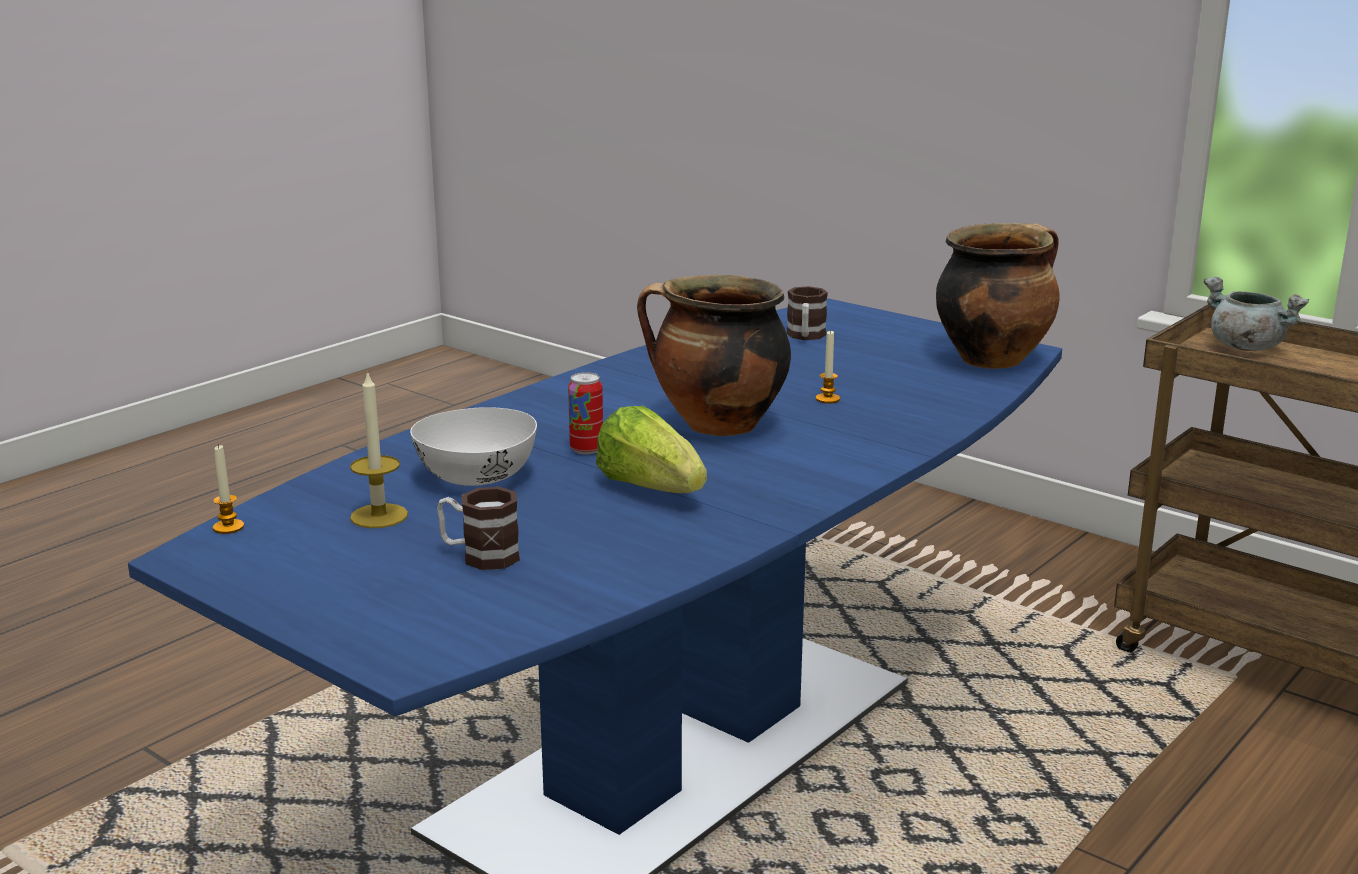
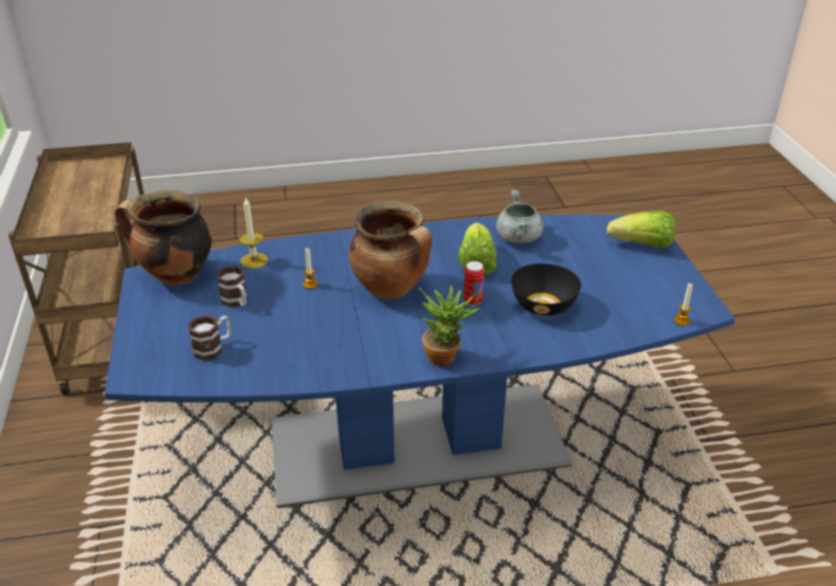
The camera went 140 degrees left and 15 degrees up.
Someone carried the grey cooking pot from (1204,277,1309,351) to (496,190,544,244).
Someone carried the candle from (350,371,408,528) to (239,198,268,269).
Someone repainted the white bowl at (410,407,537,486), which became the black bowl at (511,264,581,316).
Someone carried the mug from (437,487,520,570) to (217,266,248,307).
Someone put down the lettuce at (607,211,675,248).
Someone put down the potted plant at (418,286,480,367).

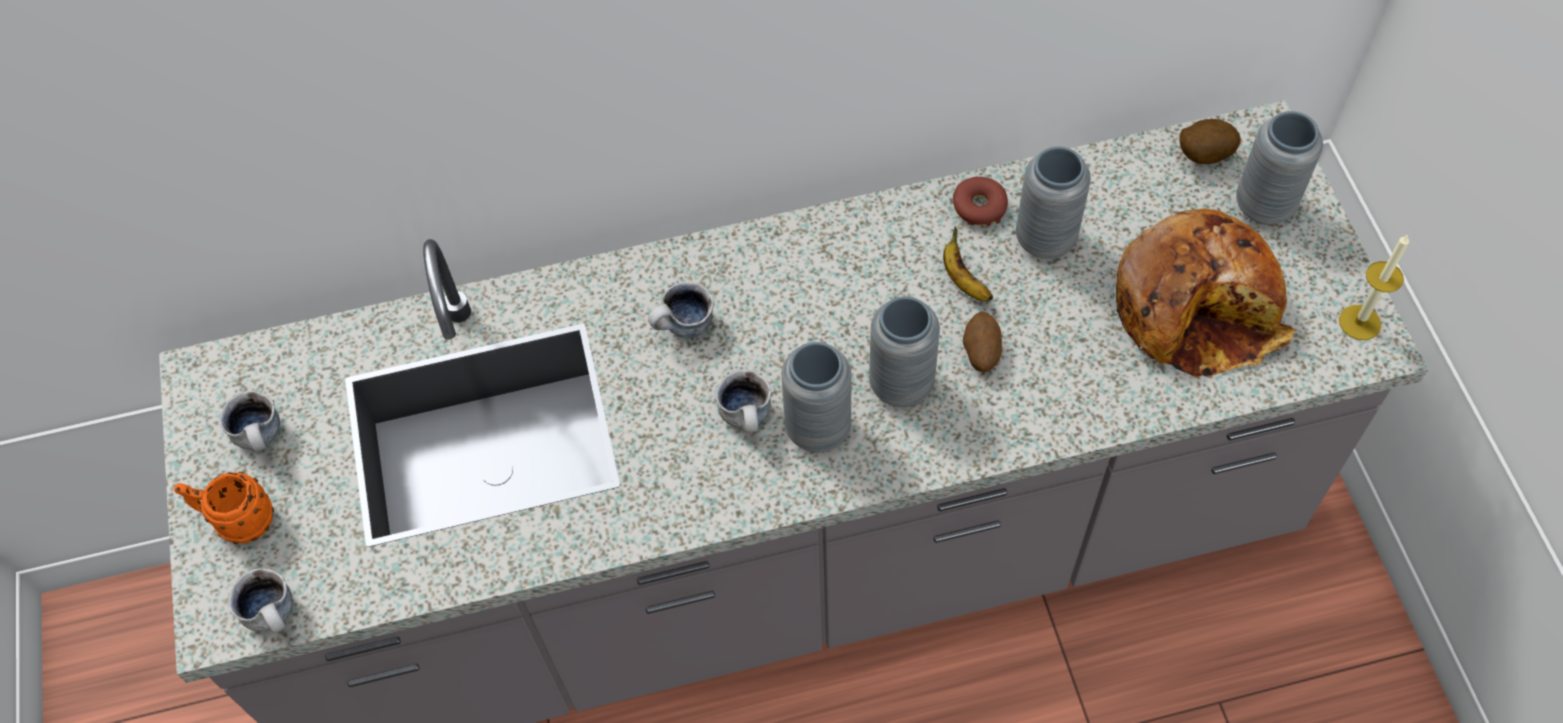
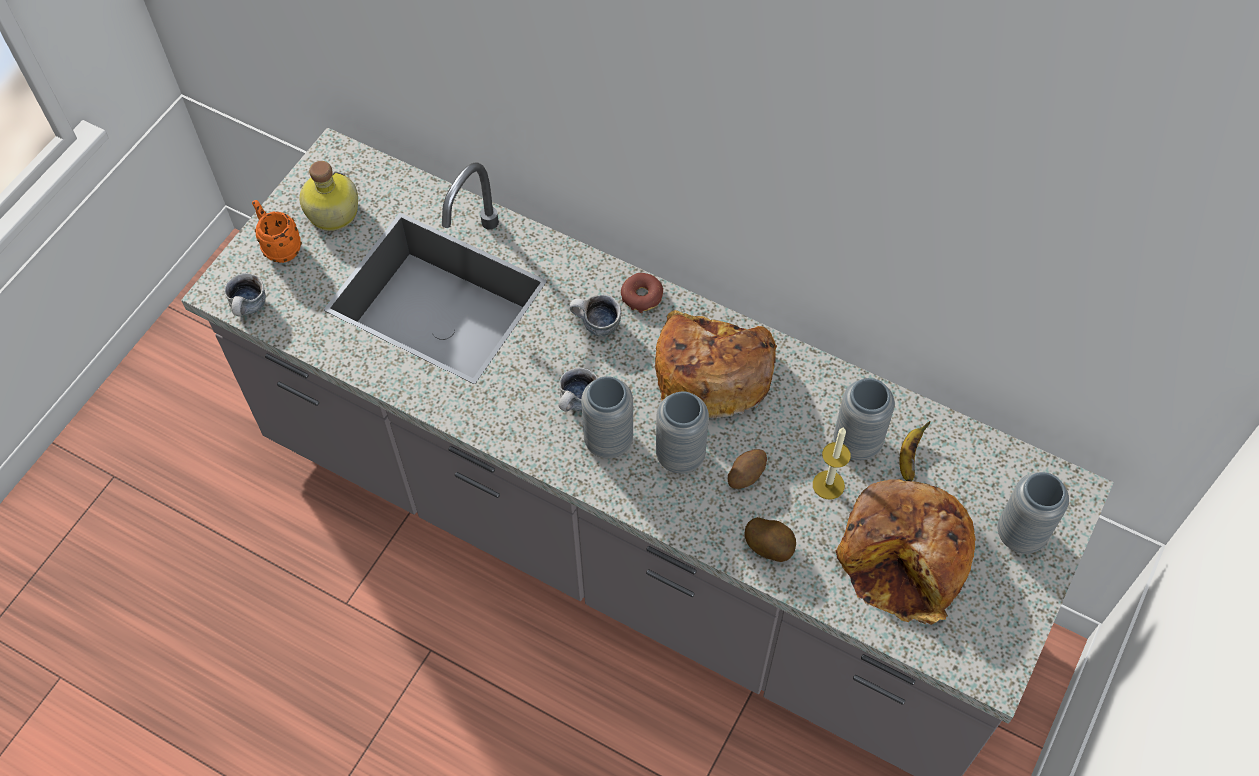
The camera went 40 degrees right and 0 degrees up.
Someone carried the potato from (1179,119,1241,164) to (744,517,796,562).
Someone carried the donut from (953,177,1008,226) to (621,273,663,313).
Someone carried the banana from (943,226,993,301) to (899,421,930,482).
Someone carried the candle from (1339,235,1409,340) to (813,427,851,499).
Someone swapped the mug at (219,391,280,451) for the bottle at (299,161,358,231).
Someone put down the bread at (655,310,777,418).

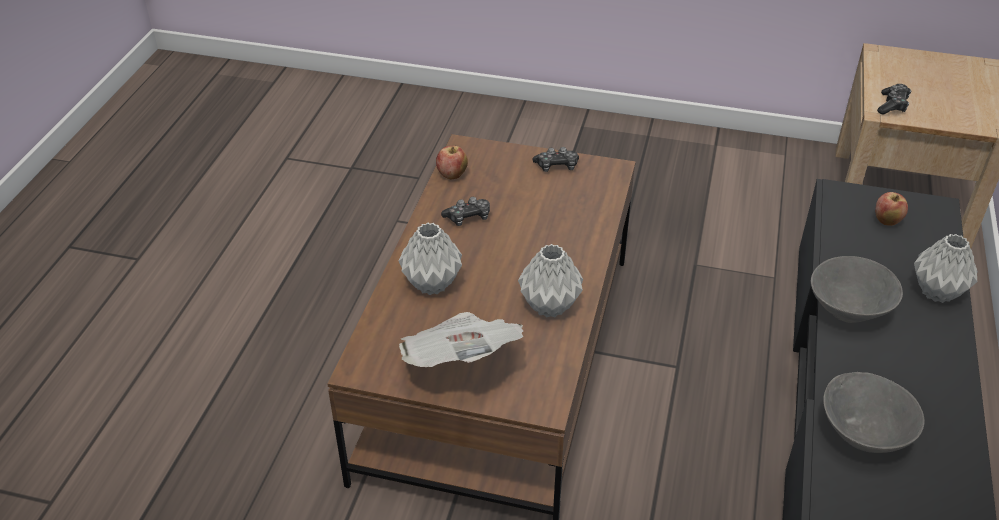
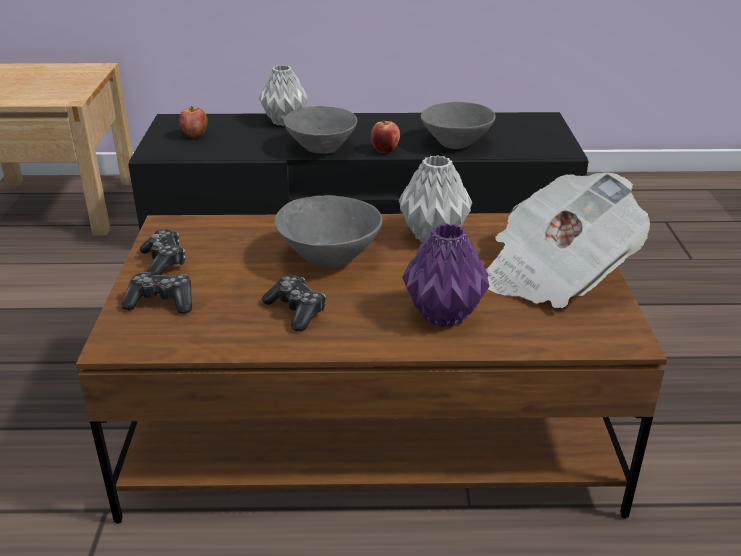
The camera went 105 degrees left and 10 degrees down.
Someone carried the game controller from (877,84,911,115) to (121,272,192,314).
Someone carried the apple from (436,146,468,179) to (371,120,400,153).
Someone repainted the grey vase at (399,223,462,295), which became the purple vase at (402,223,490,327).
Someone put down the grey bowl at (275,195,382,268).

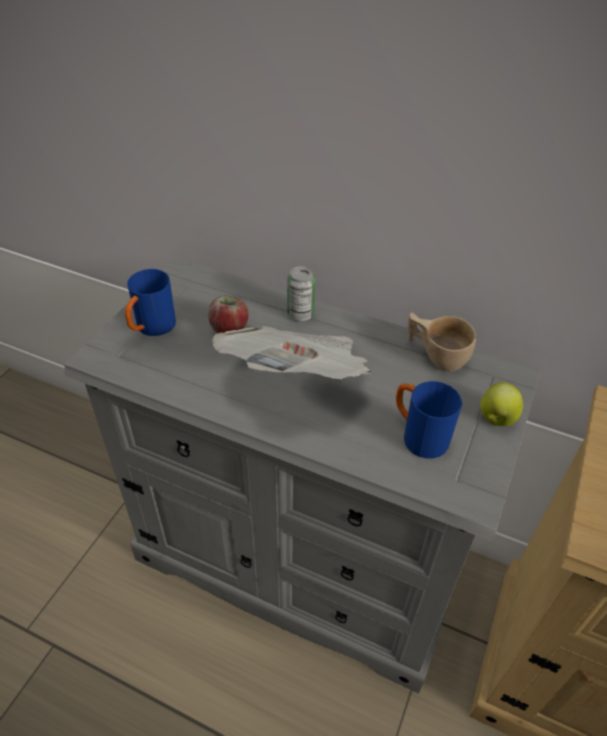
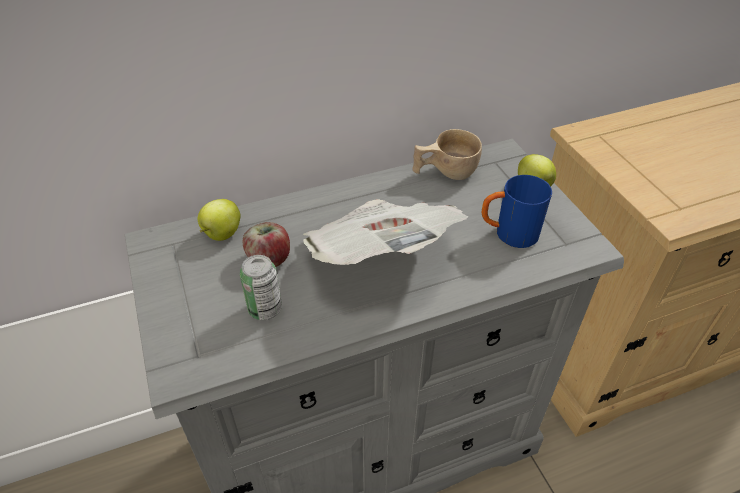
The camera went 45 degrees left and 0 degrees up.
Someone carried the can from (287,266,316,321) to (240,255,282,320).
Someone took away the blue mug at (125,269,176,336).
Someone put down the apple at (198,199,241,241).

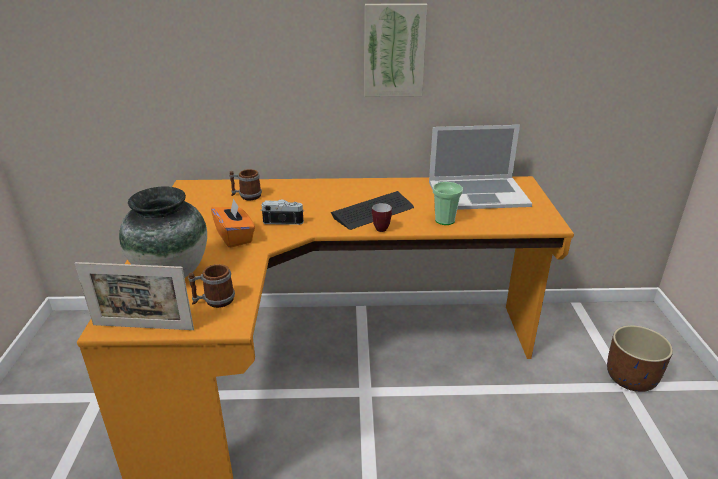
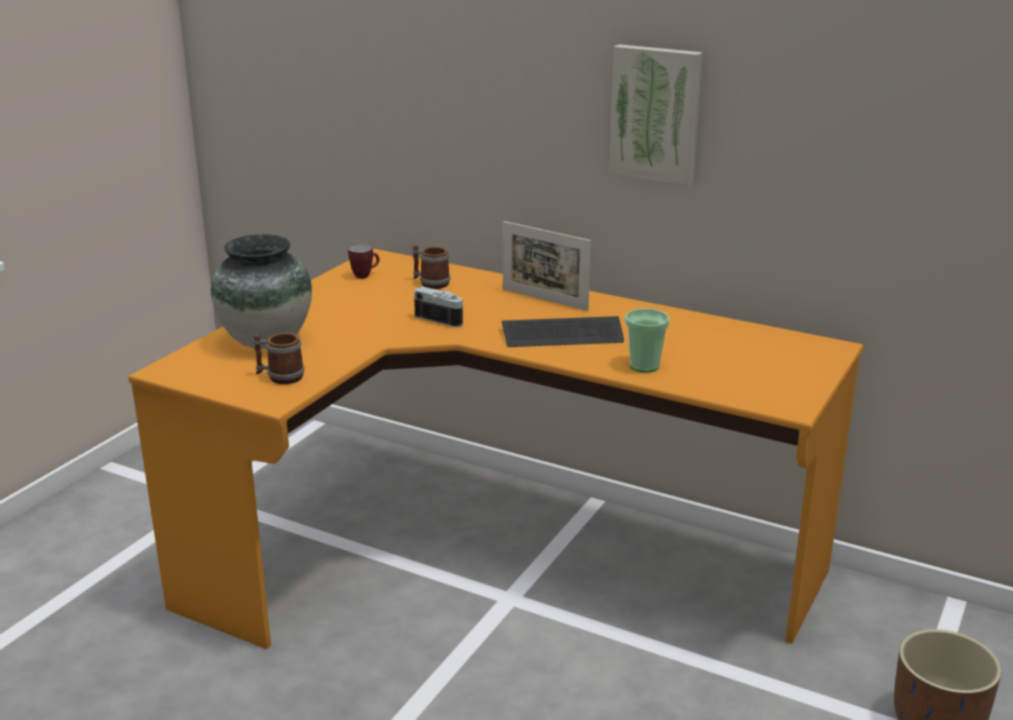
The camera went 30 degrees right and 5 degrees down.
Someone took away the laptop at (429,125,532,210).
Someone took away the orange tissue box at (211,198,255,248).
Someone carried the mug from (372,203,392,232) to (348,244,380,279).
Someone carried the picture frame from (75,262,194,330) to (503,221,591,311).

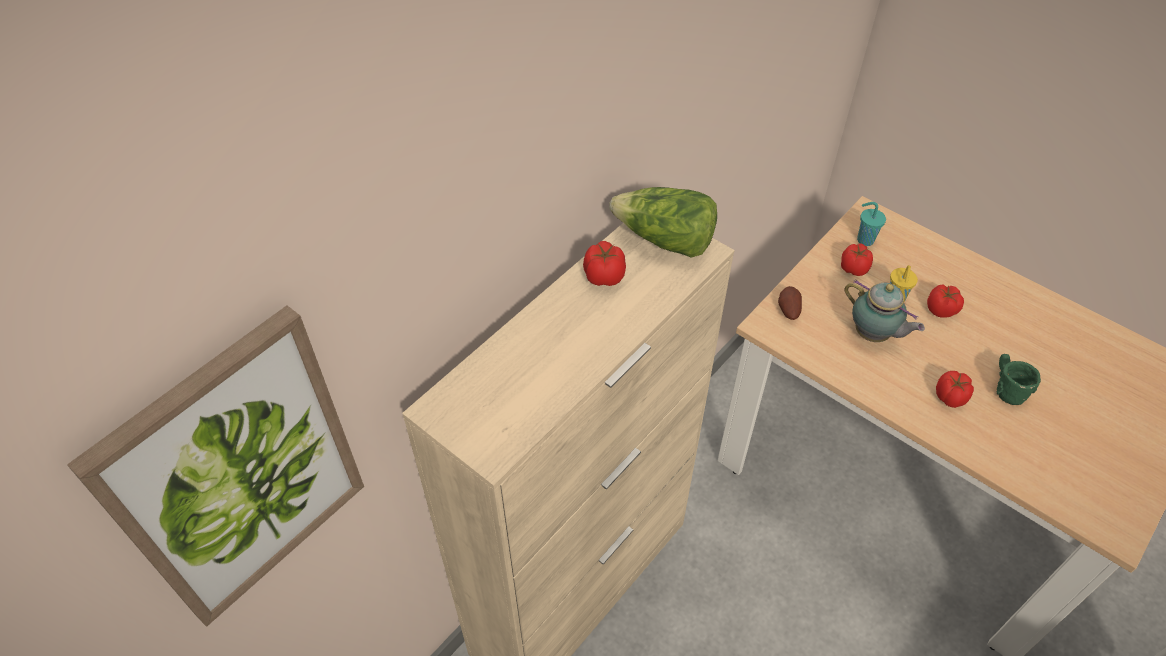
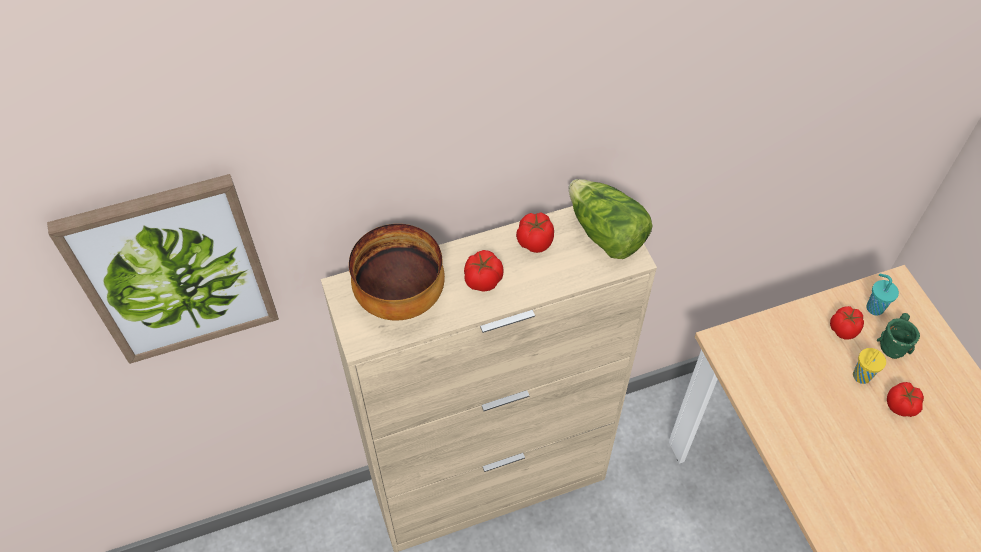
The camera went 30 degrees right and 5 degrees up.
Someone took away the teapot at (844,279,925,342).
Someone took away the potato at (778,286,802,320).
Someone carried the green mug from (996,354,1041,405) to (877,313,920,359).
Someone carried the tomato from (936,371,974,408) to (464,250,504,292).
Someone put down the bowl at (349,224,445,320).

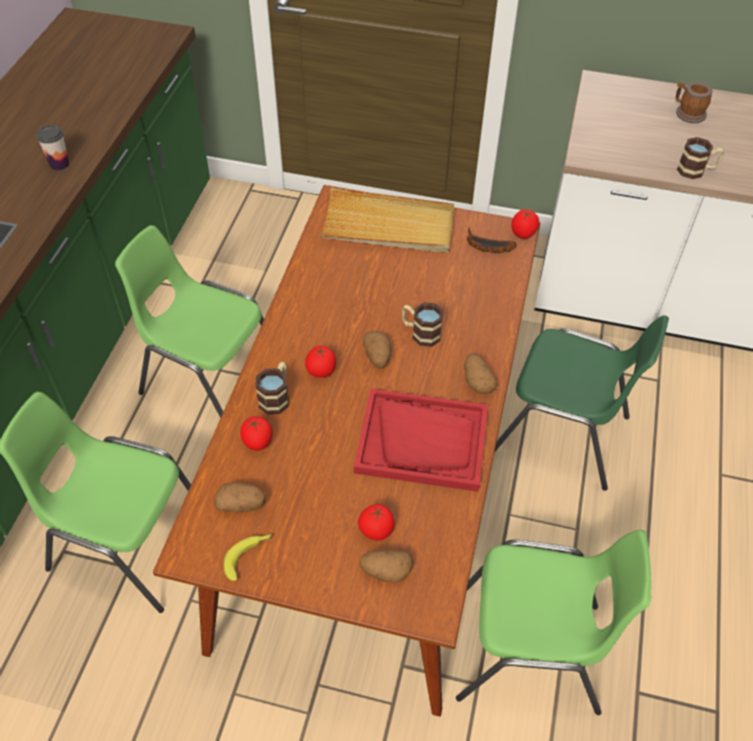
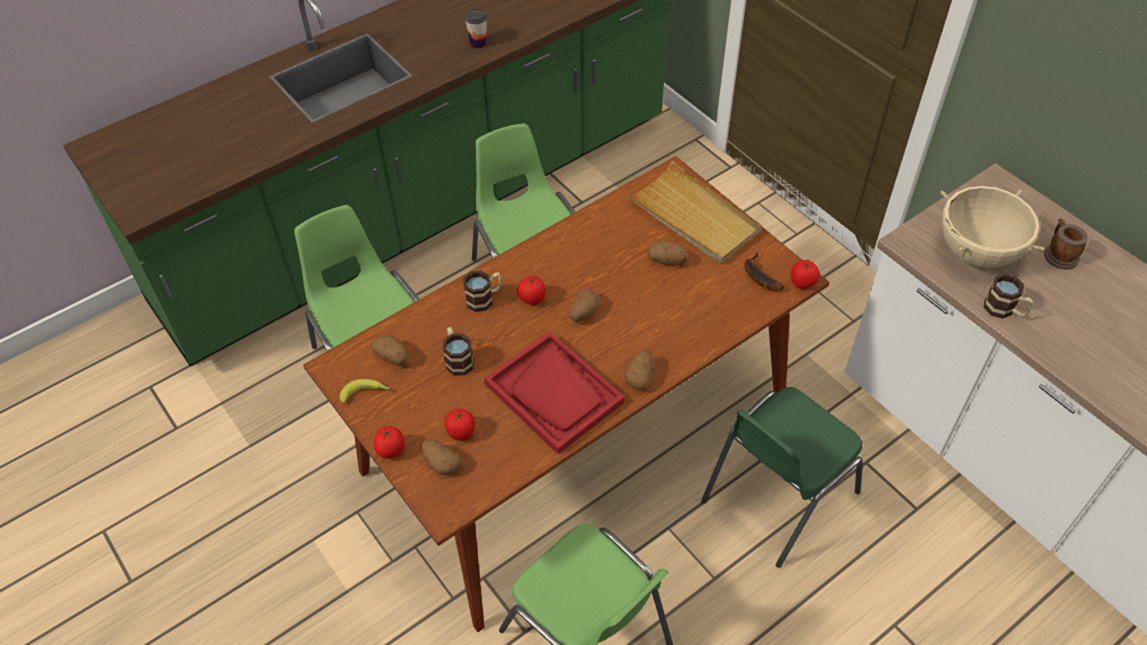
The camera went 40 degrees right and 0 degrees up.
Someone carried the mug from (402,302,443,347) to (443,327,474,376).
Someone rotated the green chair at (495,315,669,491) by 75 degrees clockwise.
Someone carried the tomato from (240,416,273,451) to (374,426,405,459).
Someone put down the beige cooking pot at (940,186,1044,268).
Someone put down the potato at (647,240,687,266).

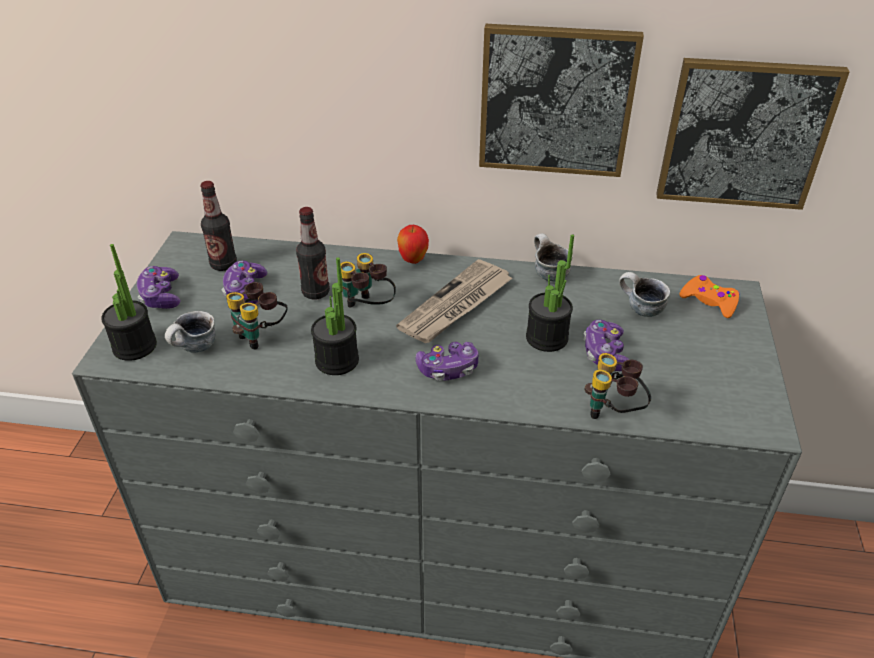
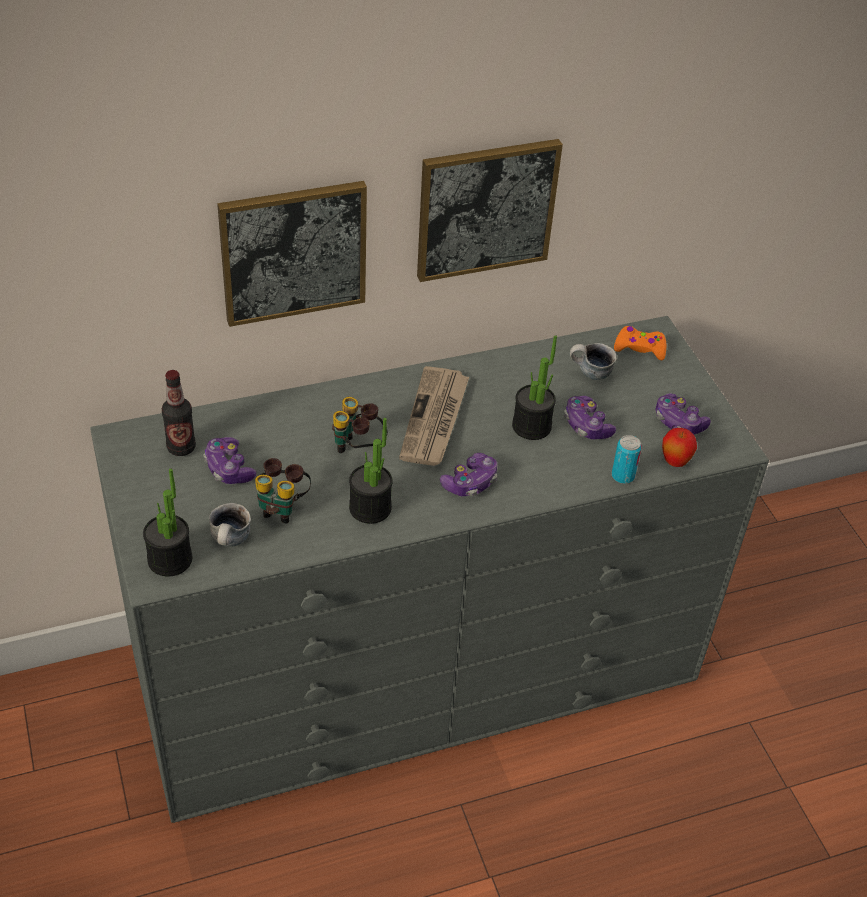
The camera went 30 degrees left and 5 degrees up.
Someone carried the picture from (656,58,850,210) to (217,181,367,327).
Someone took away the bottle at (296,207,330,300).
Someone carried the apple from (397,225,429,264) to (662,428,697,467).
Someone took away the mug at (534,233,573,281).
Someone carried the game controller from (137,266,181,309) to (655,393,711,435).
Someone swapped the binoculars at (584,353,651,419) for the can at (612,435,642,484).

